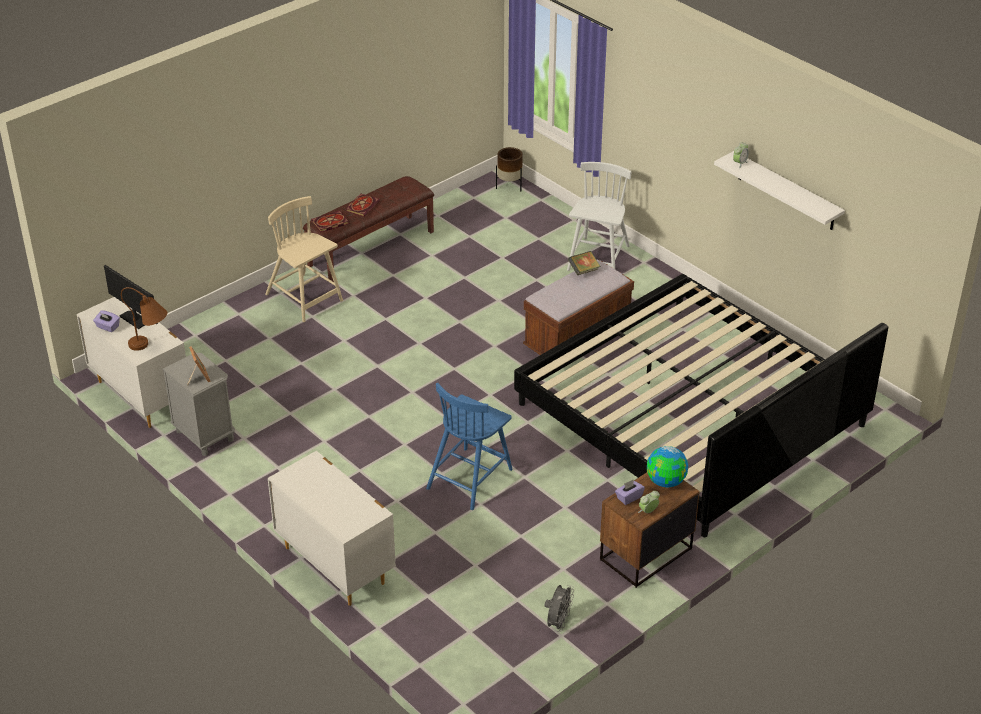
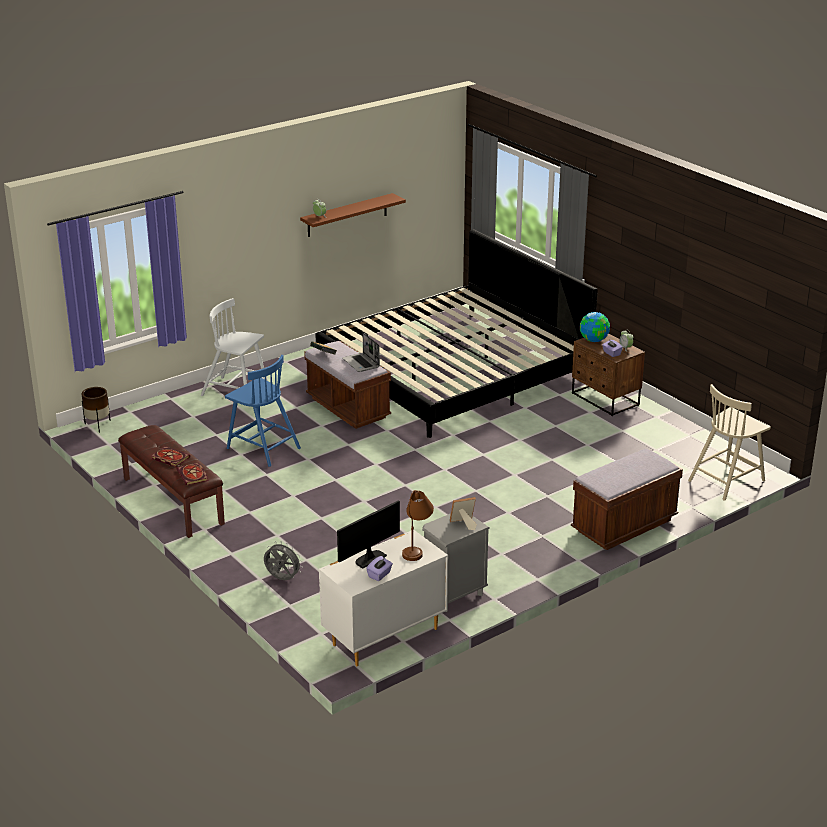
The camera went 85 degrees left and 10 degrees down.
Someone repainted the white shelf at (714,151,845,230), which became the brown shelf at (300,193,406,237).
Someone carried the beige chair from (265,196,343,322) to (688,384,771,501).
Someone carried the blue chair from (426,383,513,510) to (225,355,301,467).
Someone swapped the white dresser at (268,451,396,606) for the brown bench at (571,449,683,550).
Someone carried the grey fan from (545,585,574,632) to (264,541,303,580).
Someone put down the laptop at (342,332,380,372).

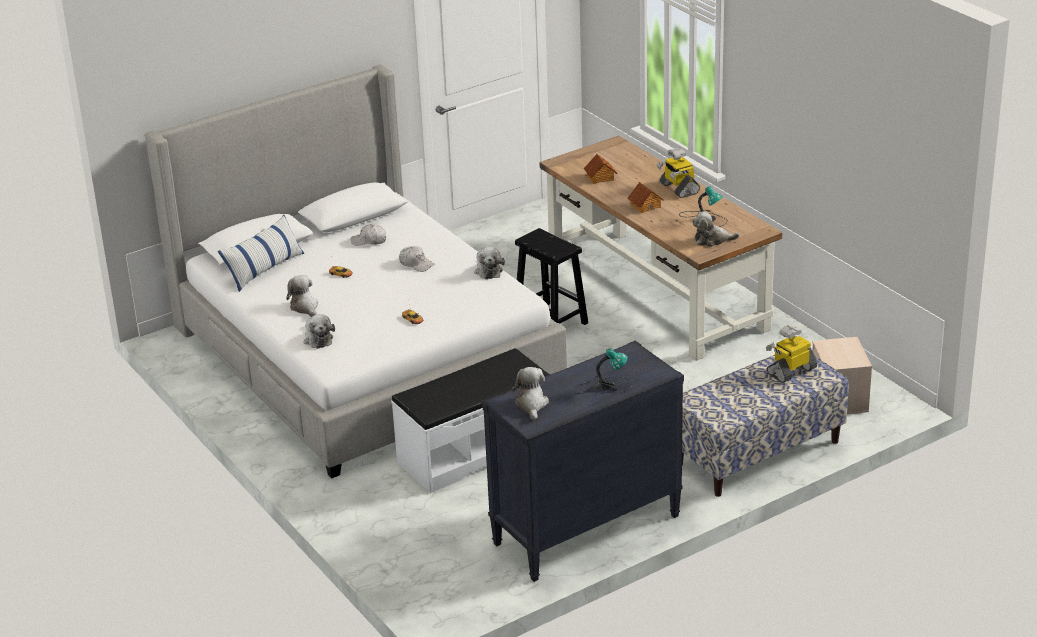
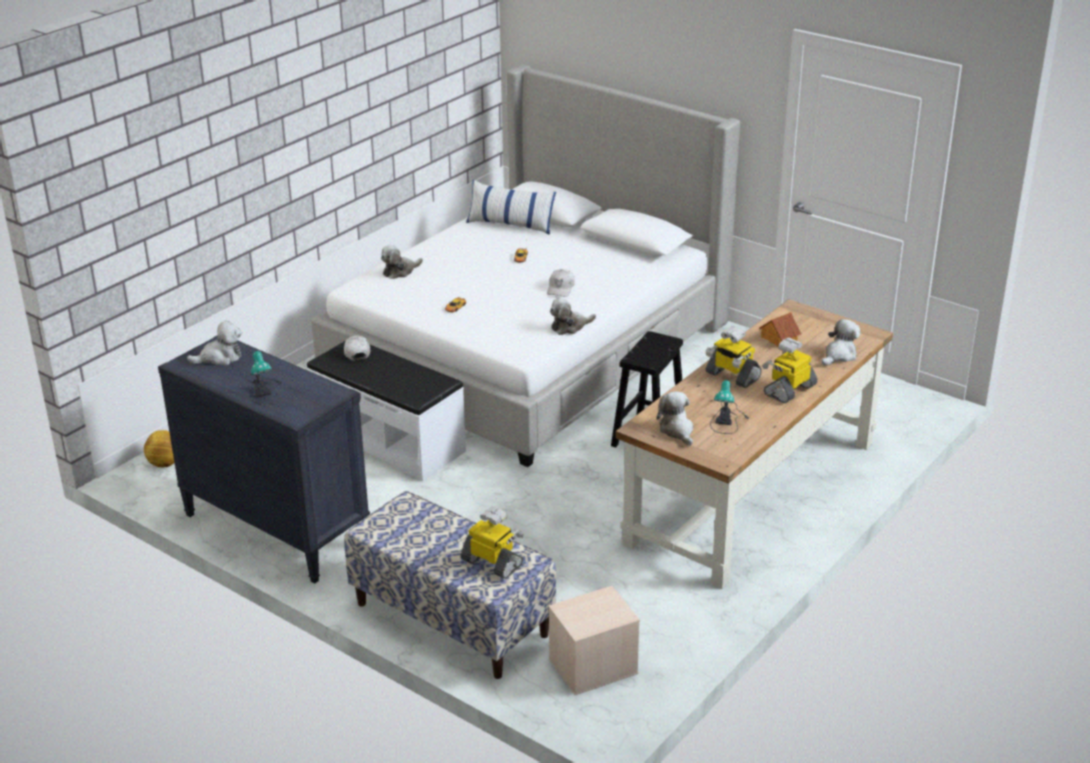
The camera went 70 degrees right and 0 degrees up.
Someone swapped the toy house at (627,182,663,213) for the toy robot at (706,327,762,388).
Someone carried the white cap from (351,224,386,246) to (344,335,371,361).
Someone carried the plush toy from (286,275,318,317) to (821,319,860,366).
Someone put down the football at (144,430,174,467).

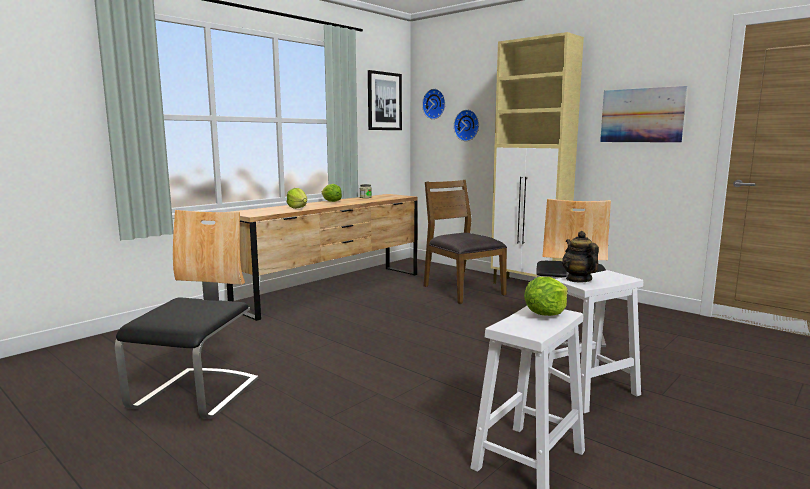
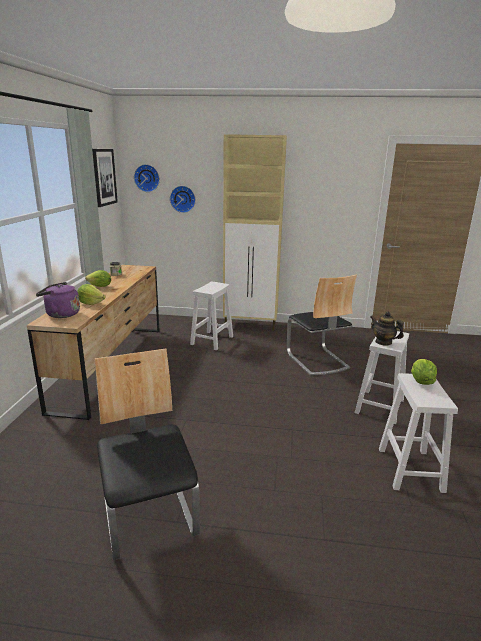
The camera went 35 degrees left and 10 degrees up.
Someone took away the picture at (600,86,687,143).
Someone swapped the brown chair at (424,180,507,304) for the white stool at (190,282,233,350).
Someone put down the purple kettle at (36,282,80,318).

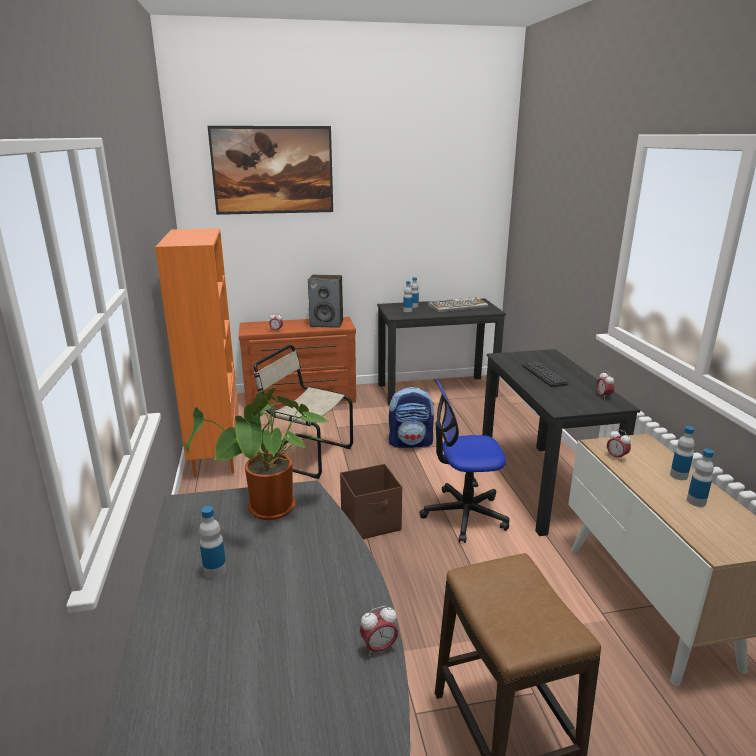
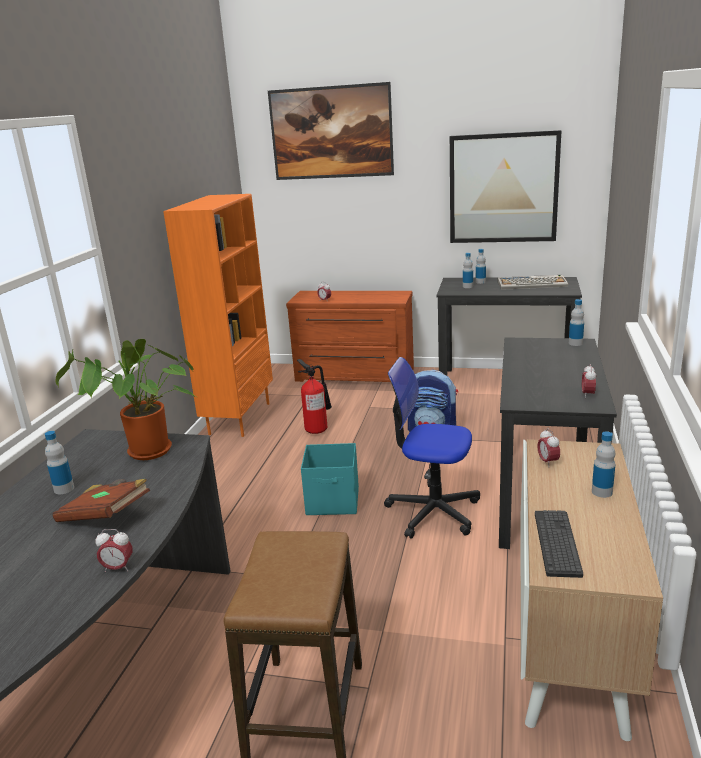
The camera went 25 degrees right and 0 degrees up.
Someone took away the speaker at (308,275,343,328).
Someone swapped the beige chair at (254,345,353,479) for the fire extinguisher at (297,359,332,434).
Someone carried the keyboard from (522,362,568,387) to (535,510,583,578).
Someone carried the bottle from (687,449,714,507) to (569,299,584,346).
Someone repainted the brown storage box at (340,464,402,539), which became the turquoise storage box at (301,443,359,515).
Someone put up the picture at (450,130,562,243).
Someone put down the brown book at (52,479,150,522).

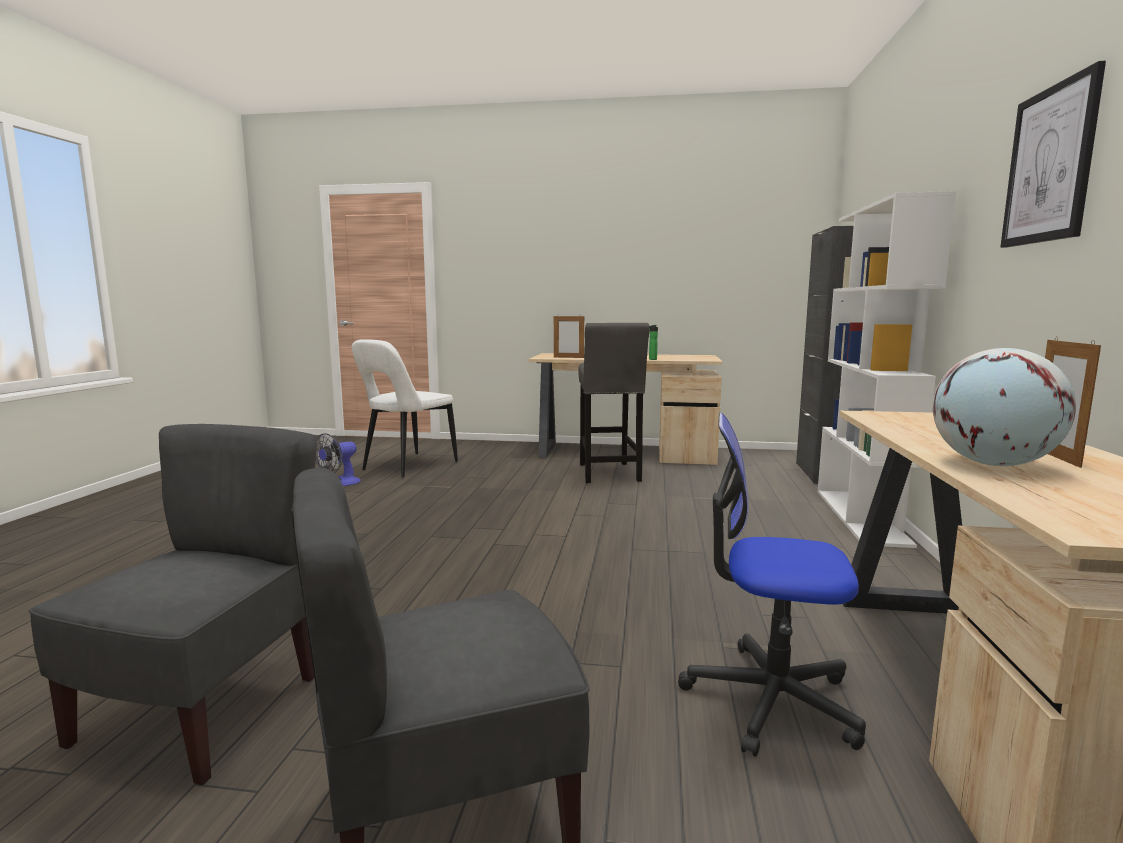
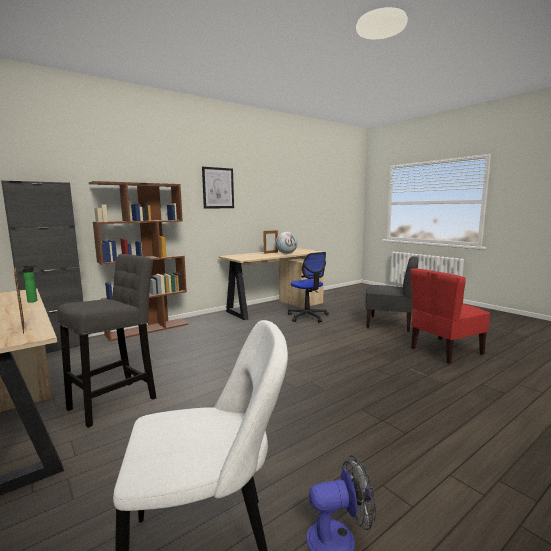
The camera went 135 degrees left and 0 degrees up.
Someone repainted the white bookcase at (818,191,956,548), which became the brown bookcase at (89,181,189,341).
Someone repainted the grey chair at (28,424,317,785), which became the red chair at (410,268,490,364).

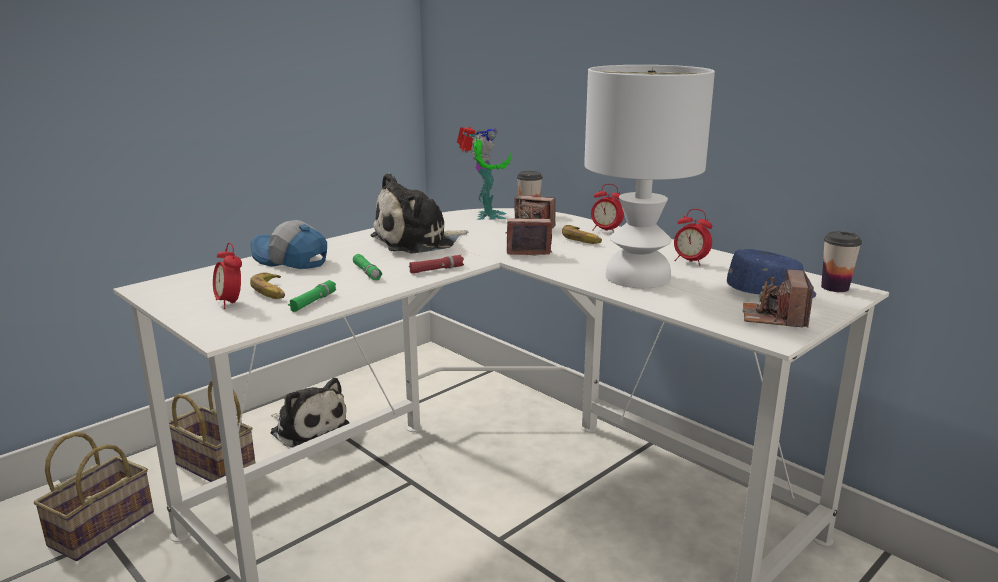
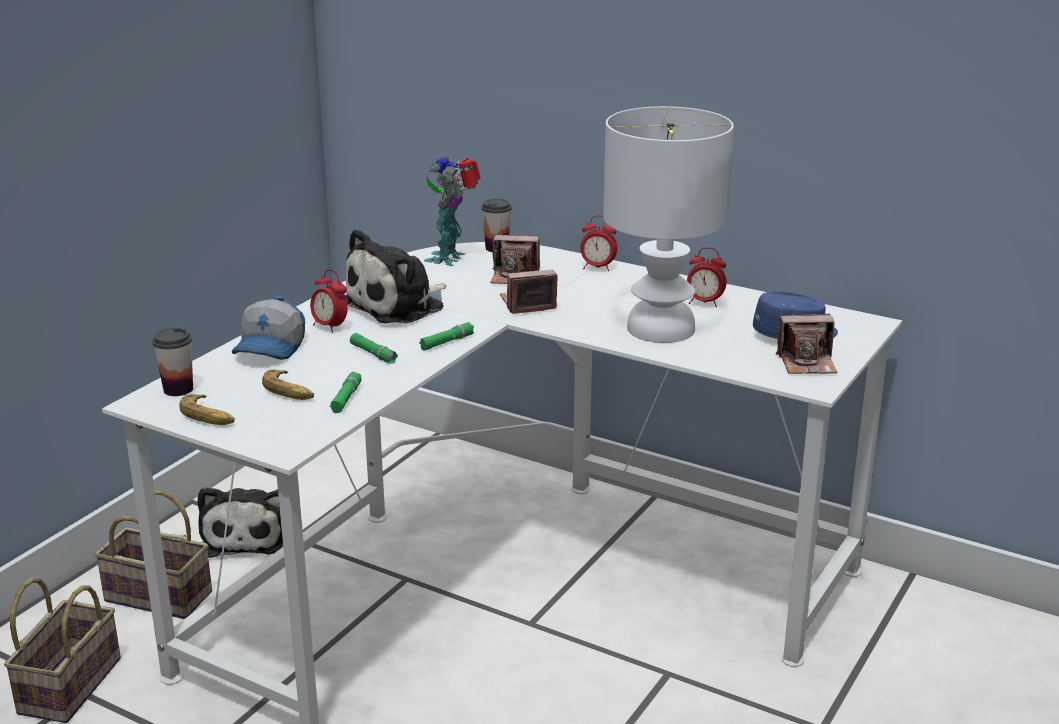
The camera went 15 degrees left and 5 degrees up.
Someone rotated the toy robot at (457,126,511,220) by 150 degrees counterclockwise.
Someone rotated the cap at (250,220,327,269) by 90 degrees counterclockwise.
Someone carried the banana from (562,225,602,244) to (179,394,235,425).
Someone carried the cup from (821,231,862,292) to (152,328,193,396).
Someone carried the alarm clock from (213,243,242,309) to (310,270,348,333).
Someone repainted the red flashlight at (409,255,464,274), which became the green flashlight at (419,322,474,351).
Someone rotated the photo camera at (743,269,814,327) by 90 degrees counterclockwise.
Someone rotated the plush toy at (271,378,349,447) by 60 degrees clockwise.

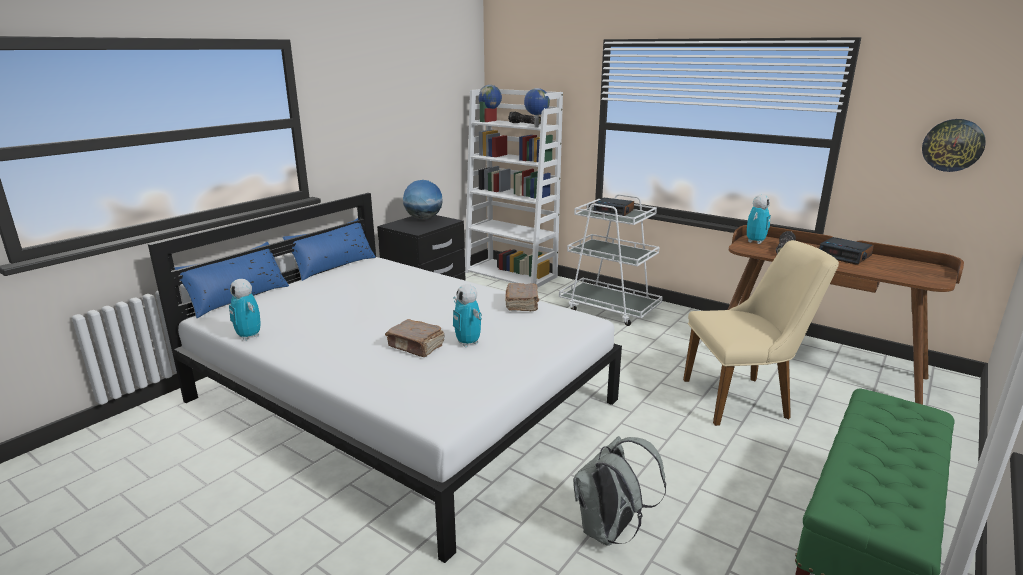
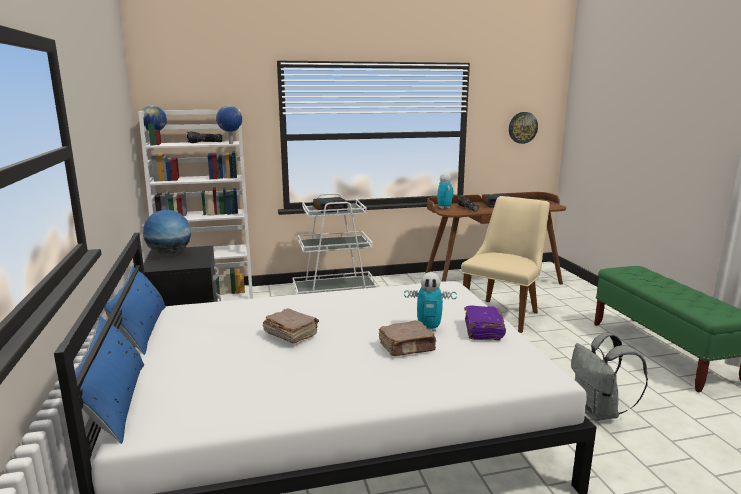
The camera went 50 degrees left and 5 degrees down.
Someone took away the toy robot at (229,279,261,341).
Someone carried the brown book from (505,283,539,311) to (263,308,319,344).
Someone put down the purple book at (464,306,506,340).

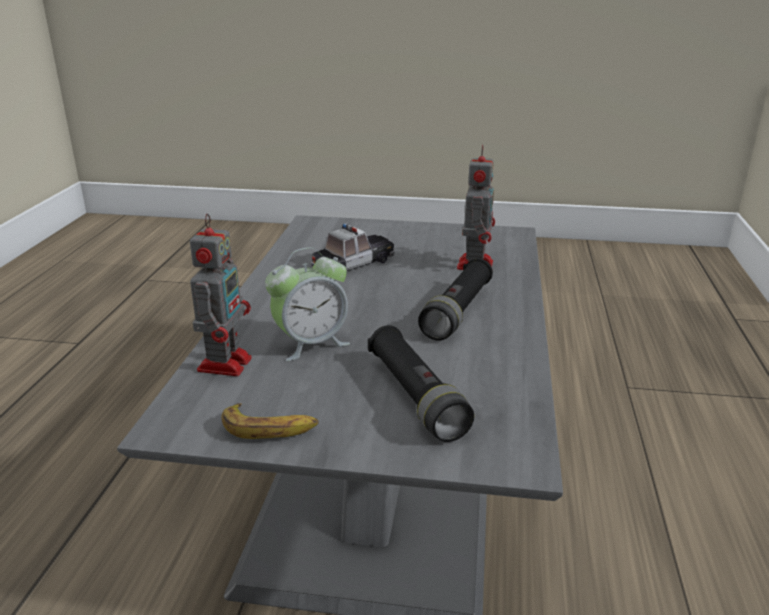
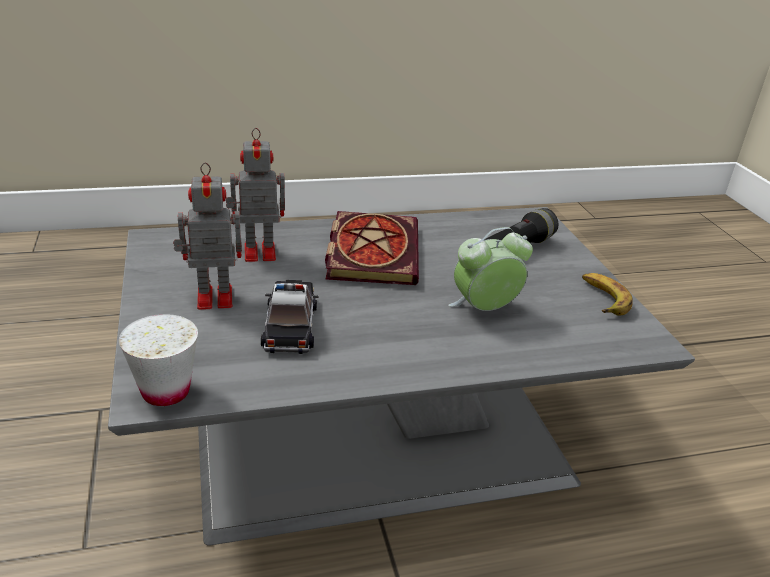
The camera went 115 degrees left and 5 degrees up.
Someone carried the toy robot from (190,213,252,376) to (173,162,242,310).
Someone rotated the toy car at (311,223,395,271) by 60 degrees clockwise.
Someone rotated the alarm clock at (265,247,350,361) by 60 degrees counterclockwise.
Someone swapped the black flashlight at (418,258,493,341) for the book at (325,211,419,285).
Someone put down the white cup at (119,314,198,406).

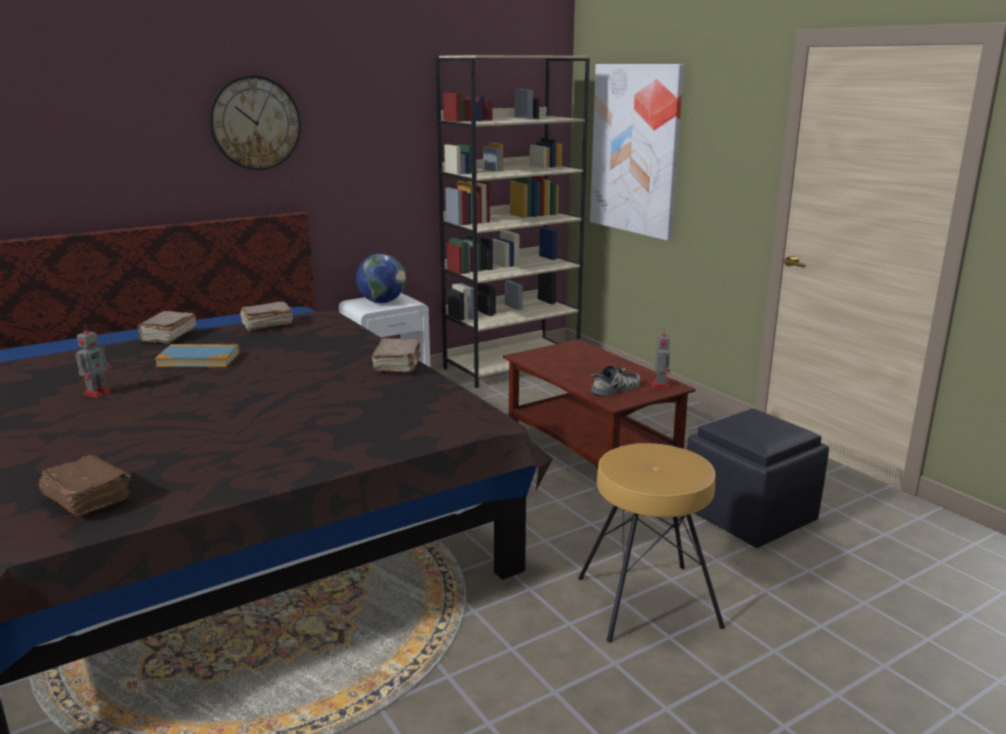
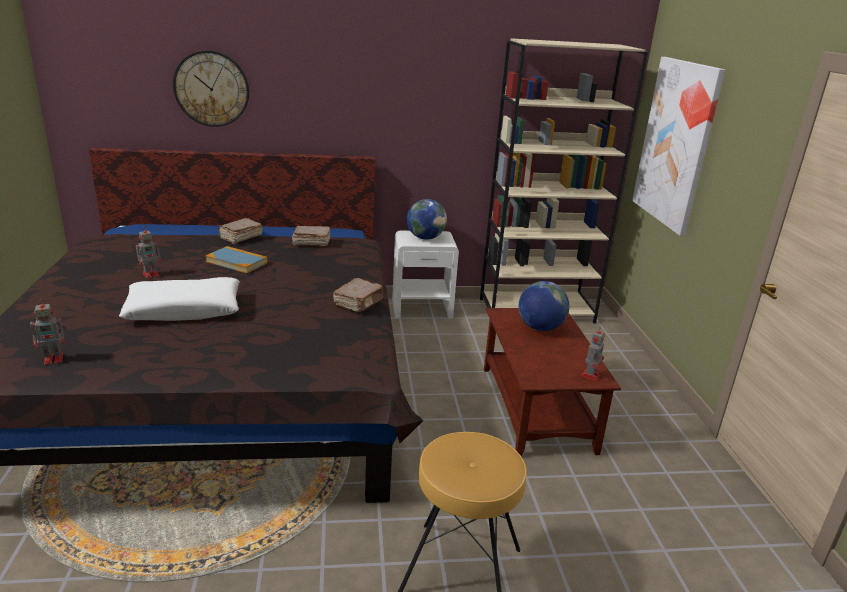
The camera went 25 degrees right and 5 degrees up.
Someone carried the wall clock from (209,75,301,170) to (173,50,249,127).
Someone took away the shoe at (591,366,640,396).
Someone took away the black ottoman at (687,408,829,548).
Someone swapped the brown book at (39,455,131,516) for the toy robot at (30,299,66,365).
Someone put down the white pillow at (119,277,240,321).
Someone put down the globe at (519,281,569,331).

